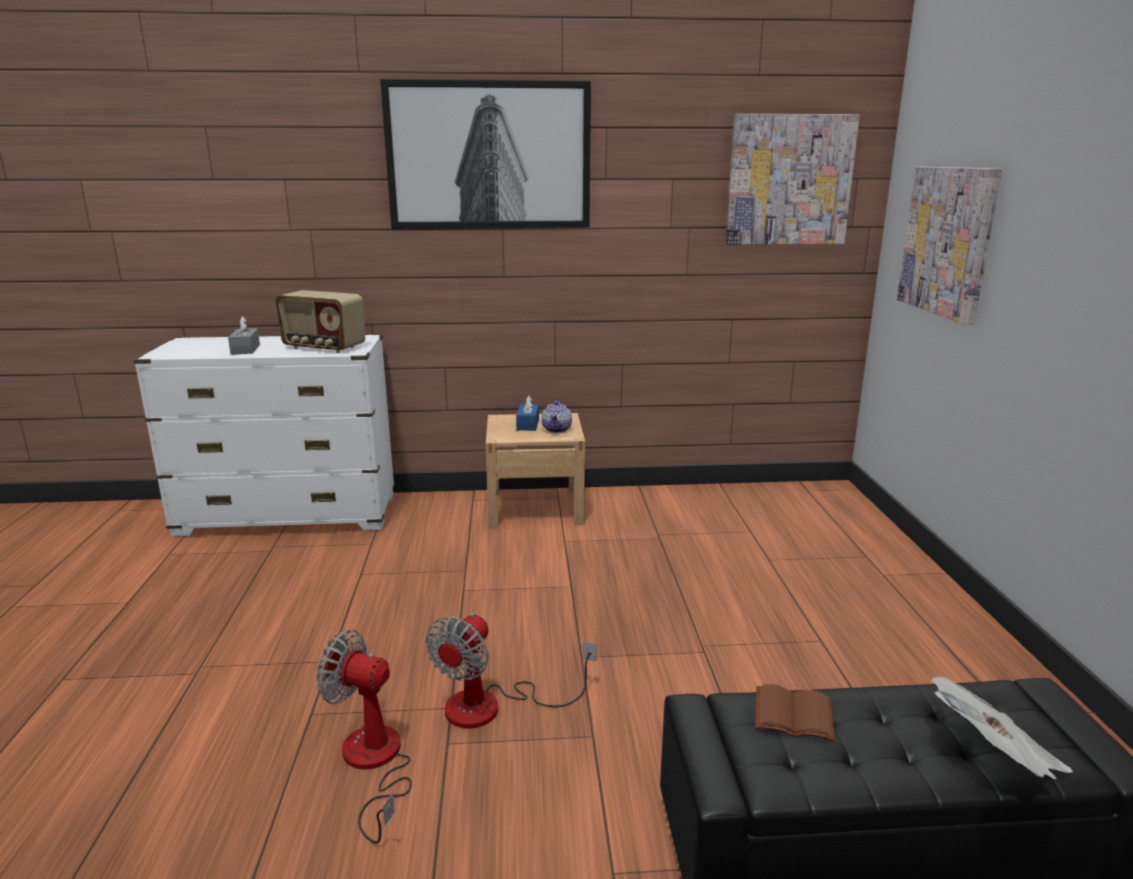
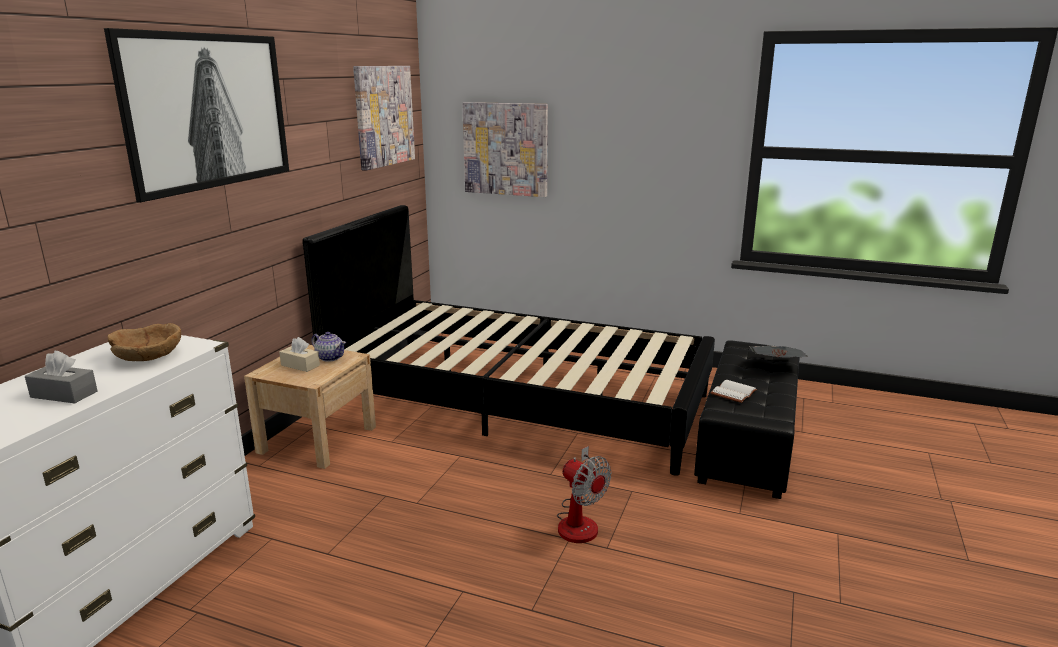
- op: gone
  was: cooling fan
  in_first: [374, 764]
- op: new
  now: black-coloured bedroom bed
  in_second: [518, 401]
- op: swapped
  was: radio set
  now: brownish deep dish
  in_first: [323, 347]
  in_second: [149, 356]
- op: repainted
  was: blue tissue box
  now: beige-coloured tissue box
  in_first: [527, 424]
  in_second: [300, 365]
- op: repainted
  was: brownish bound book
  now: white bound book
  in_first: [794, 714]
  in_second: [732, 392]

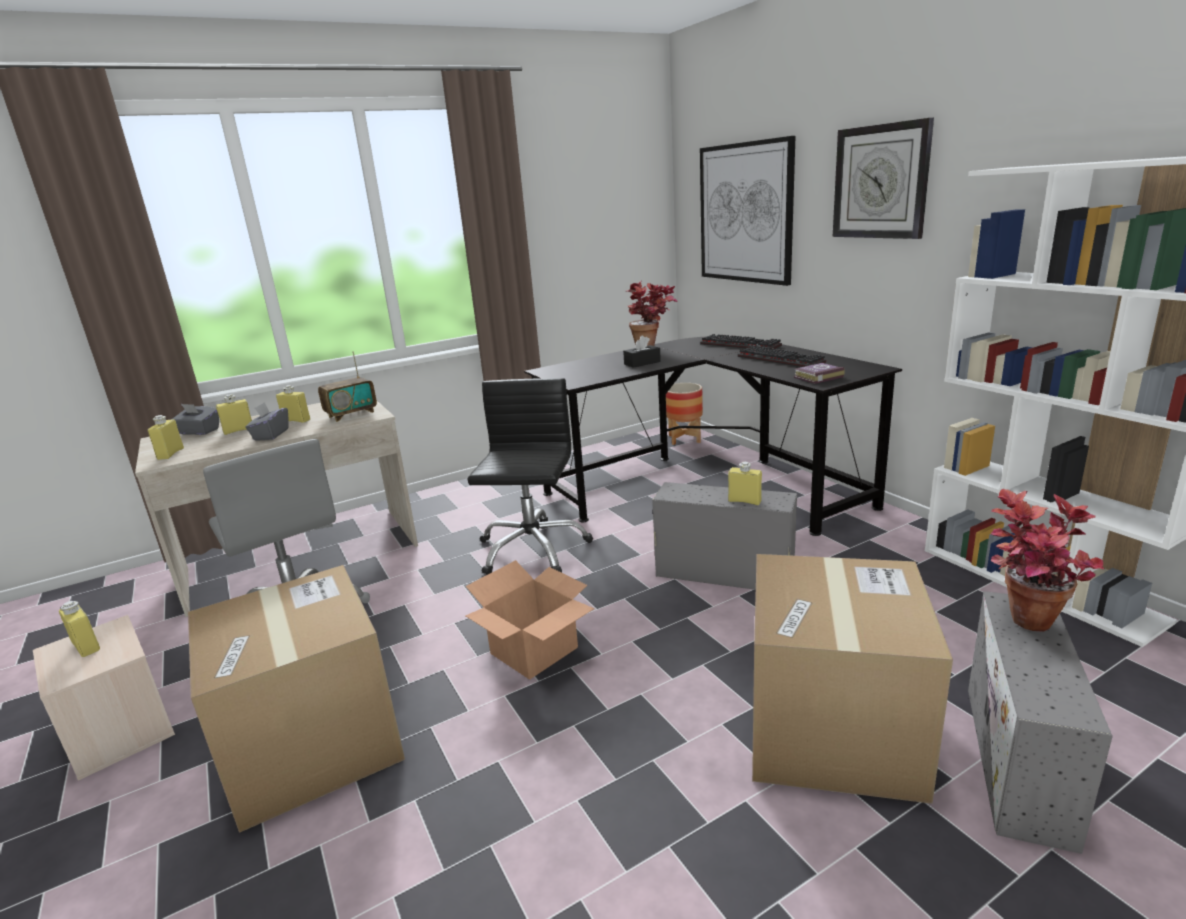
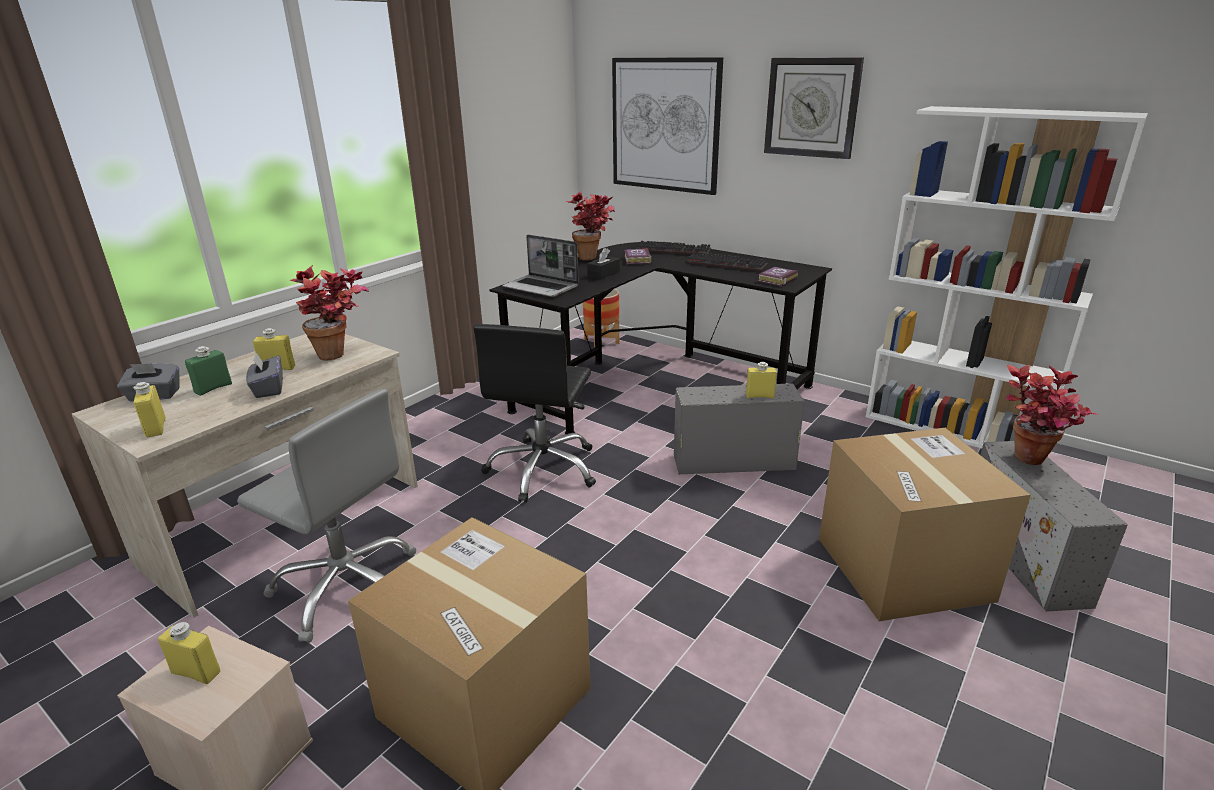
- op: gone
  was: packing box
  in_first: [534, 650]
- op: new
  now: notebook computer
  in_second: [542, 287]
- op: new
  now: bound book
  in_second: [636, 260]
- op: swapped
  was: radio set
  now: potted plant
  in_first: [351, 414]
  in_second: [341, 354]
- op: repainted
  was: yellow drink bottle
  now: green-coloured drink bottle
  in_first: [239, 430]
  in_second: [213, 388]
- op: rotated
  was: black-coloured desk chair
  in_first: [532, 549]
  in_second: [543, 469]
  clockwise: -150

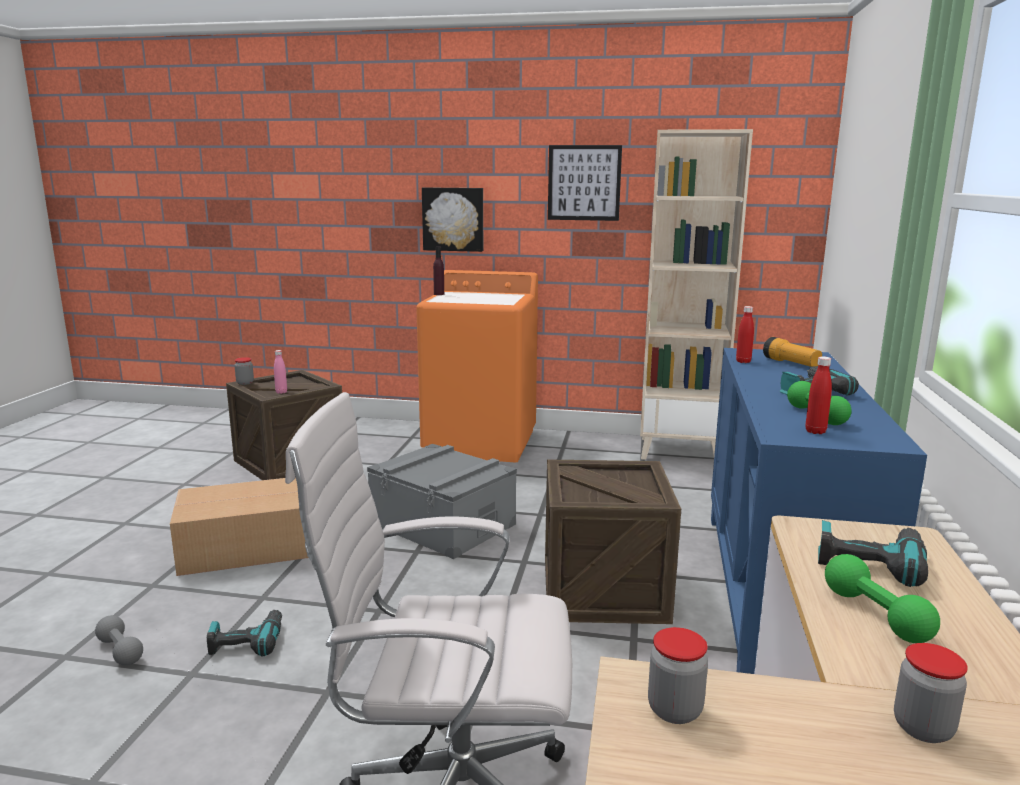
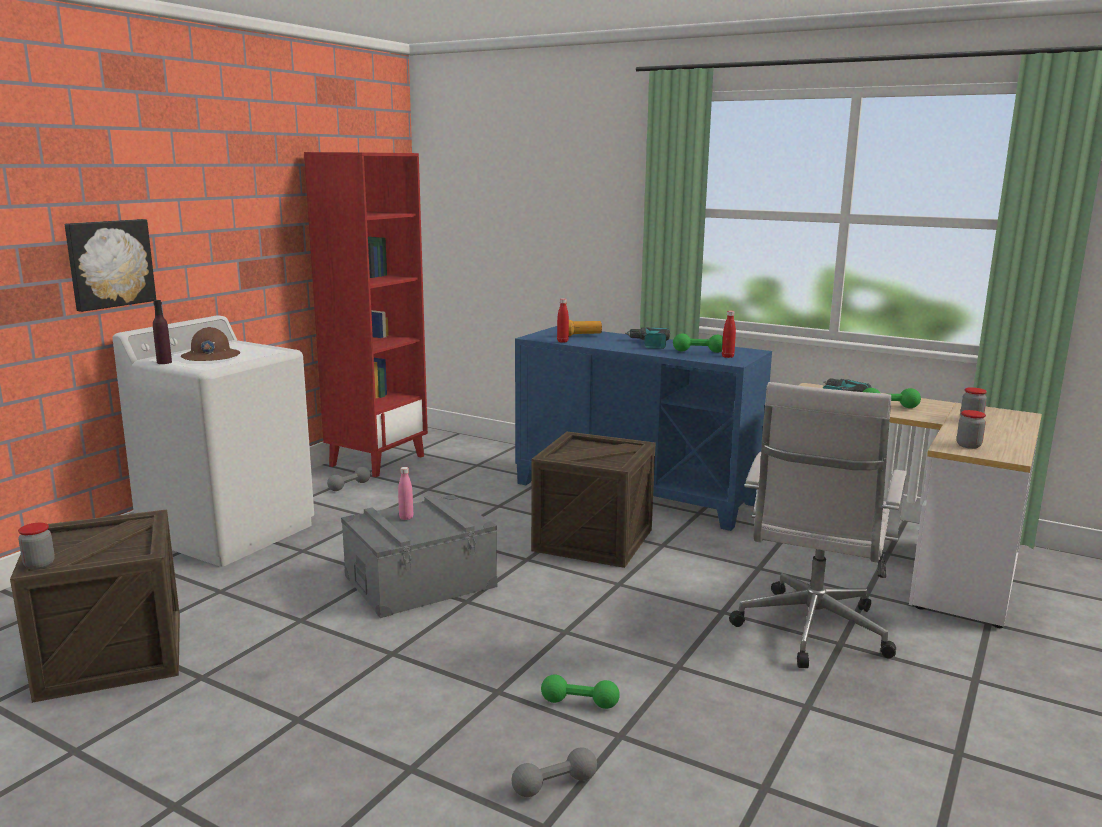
- op: gone
  was: packing box
  in_first: [250, 547]
- op: gone
  was: wall art
  in_first: [584, 183]
- op: new
  now: brownish safety helmet
  in_second: [210, 357]
- op: new
  now: greyish free weight
  in_second: [349, 486]
- op: shifted
  was: pink-coloured drink bottle
  in_first: [281, 392]
  in_second: [406, 518]
- op: swapped
  was: electric drill
  now: green-coloured free weight
  in_first: [247, 641]
  in_second: [579, 703]
- op: repainted
  was: orange washing machine
  now: white washing machine
  in_first: [481, 442]
  in_second: [229, 531]
- op: repainted
  was: beige-coloured shelving unit
  now: red-coloured shelving unit
  in_first: [680, 450]
  in_second: [377, 460]

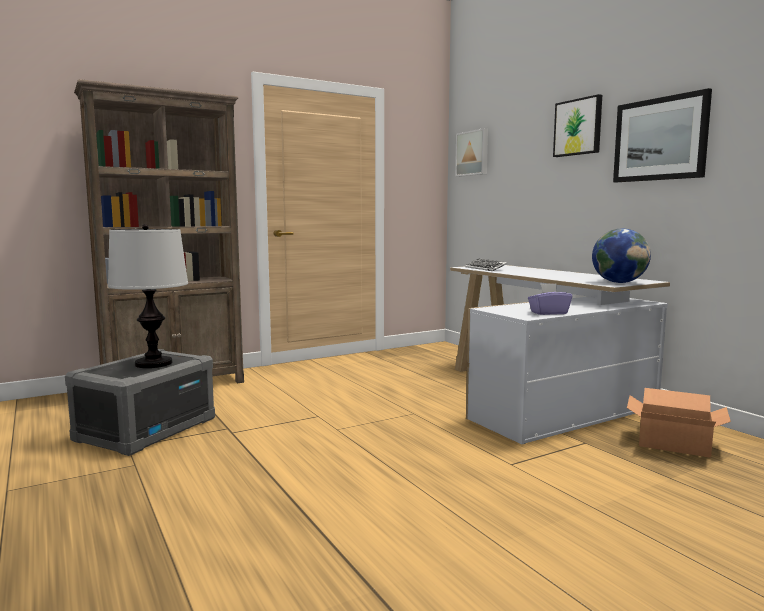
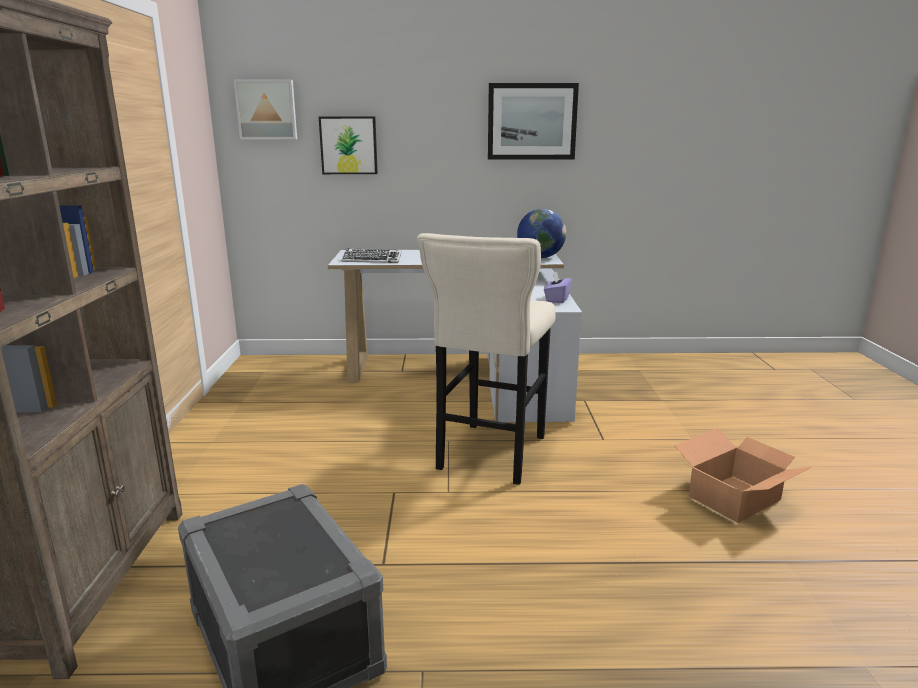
- op: gone
  was: lamp for a table
  in_first: [153, 363]
- op: new
  now: beige-coloured stool seat
  in_second: [490, 456]
- op: shifted
  was: wall art
  in_first: [578, 127]
  in_second: [349, 145]
- op: shifted
  was: packing box
  in_first: [674, 443]
  in_second: [735, 498]

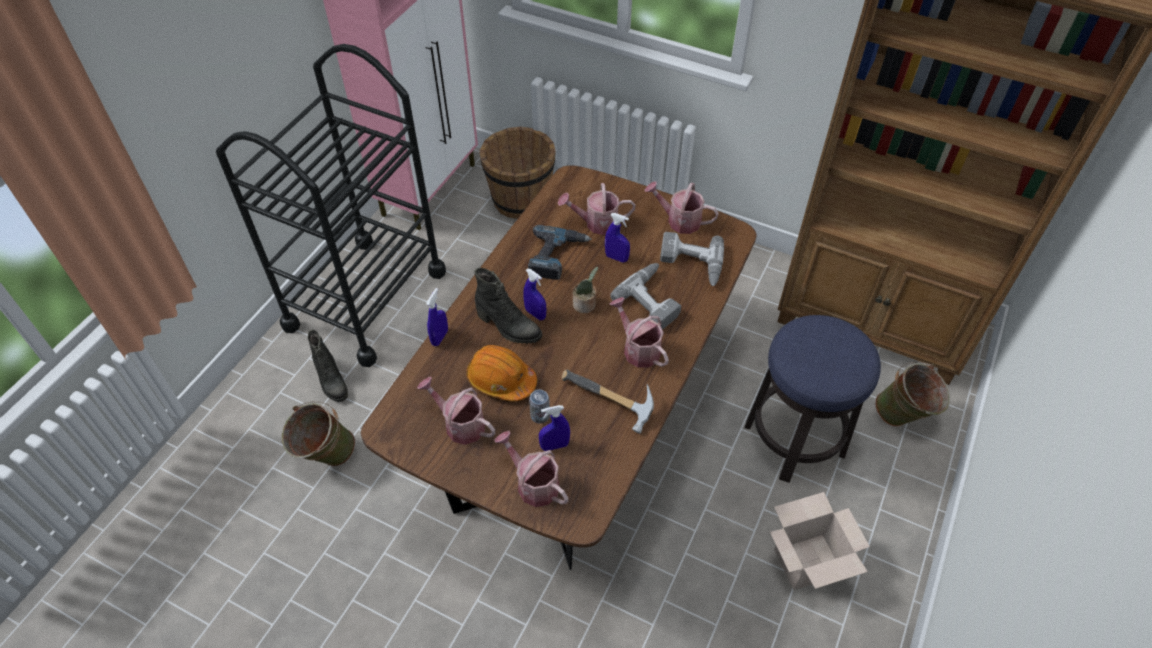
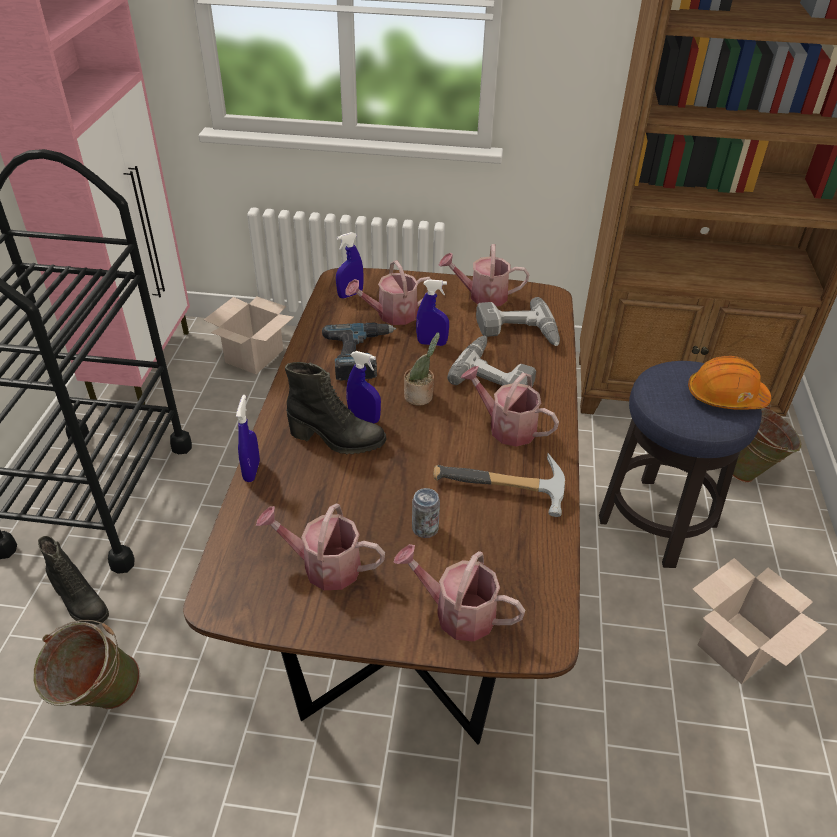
- op: shifted
  was: orange safety helmet
  in_first: [501, 380]
  in_second: [725, 397]
- op: shifted
  was: blue hand sprayer
  in_first: [554, 446]
  in_second: [350, 294]
- op: swapped
  was: brownish pail
  now: packing box
  in_first: [520, 199]
  in_second: [254, 355]

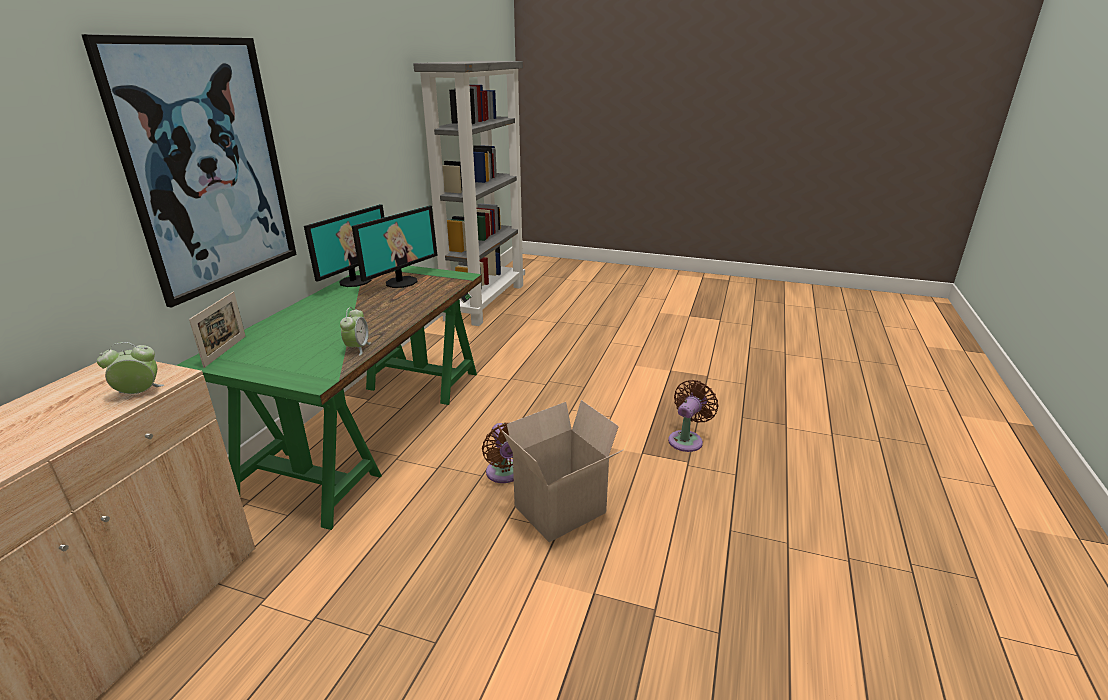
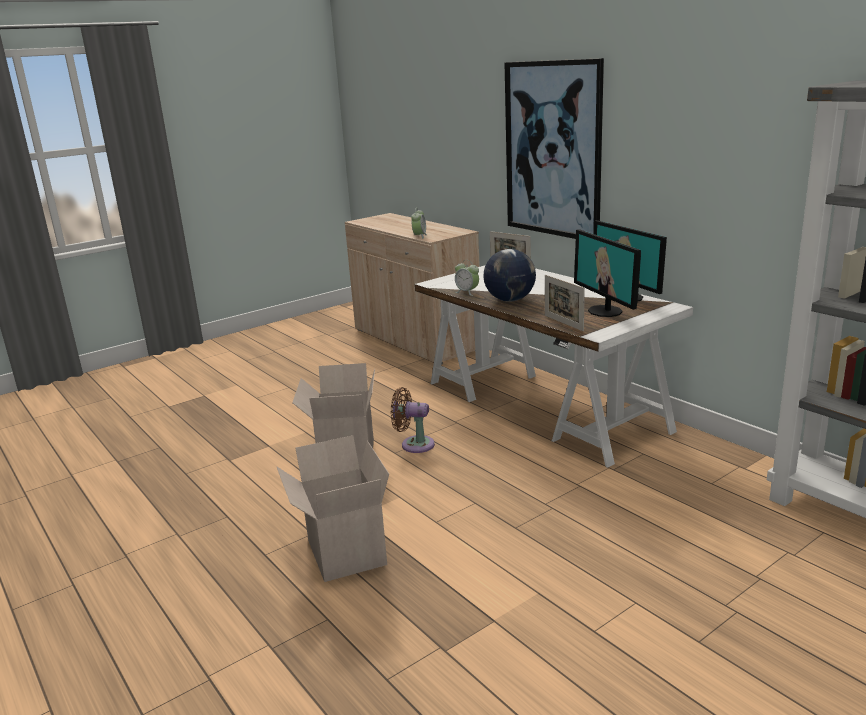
- op: new
  now: desk globe
  in_second: [510, 300]
- op: new
  now: picture frame
  in_second: [563, 323]
- op: swapped
  was: brownish cooling fan
  now: packing box
  in_first: [687, 439]
  in_second: [343, 552]
- op: repainted
  was: green-coloured desk table
  now: white desk table
  in_first: [372, 427]
  in_second: [544, 405]

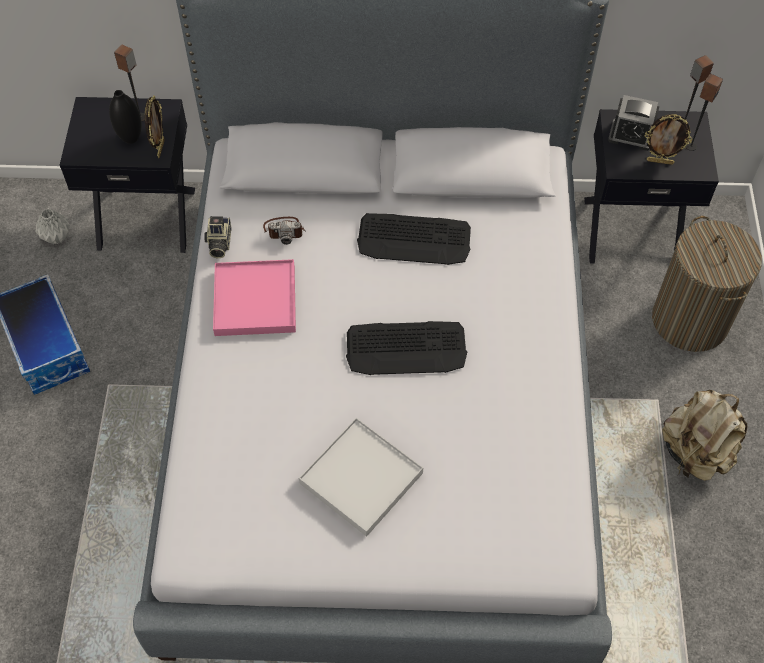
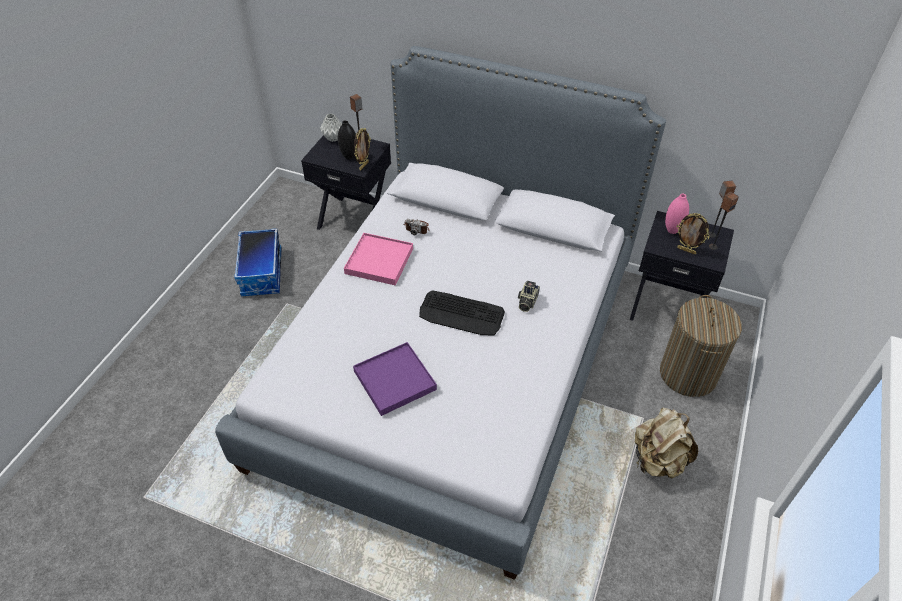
- op: gone
  was: PC keyboard
  in_first: [414, 239]
- op: shifted
  was: greyish vase
  in_first: [56, 237]
  in_second: [333, 138]
- op: shifted
  was: still camera
  in_first: [219, 243]
  in_second: [526, 302]
- op: swapped
  was: bedside clock
  now: pink-coloured vase
  in_first: [630, 135]
  in_second: [672, 230]
- op: repainted
  was: white serving tray
  now: purple serving tray
  in_first: [361, 478]
  in_second: [395, 380]

